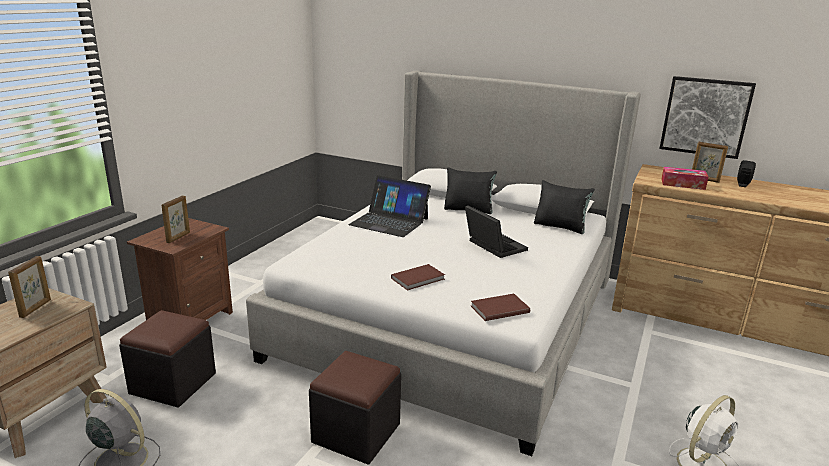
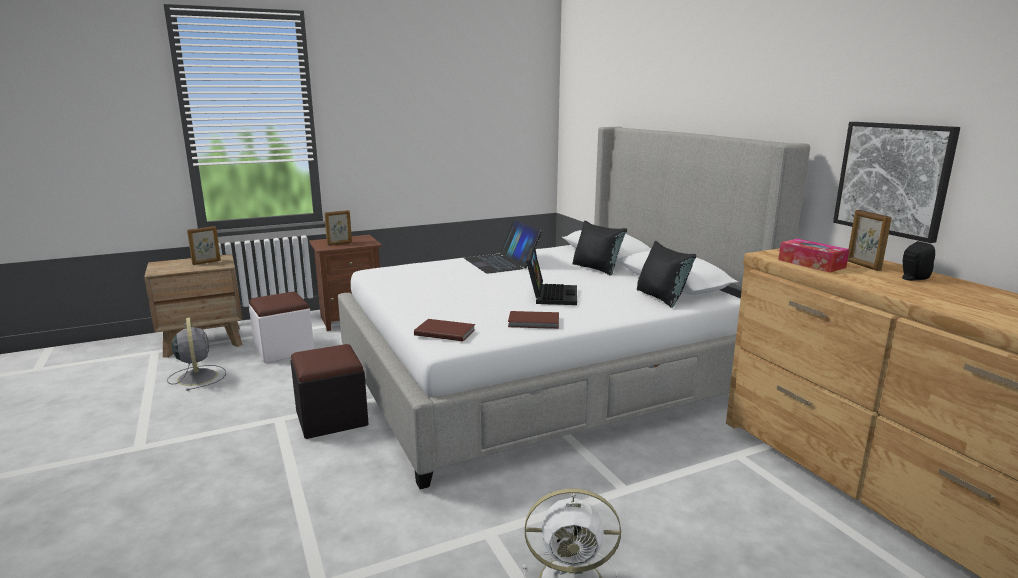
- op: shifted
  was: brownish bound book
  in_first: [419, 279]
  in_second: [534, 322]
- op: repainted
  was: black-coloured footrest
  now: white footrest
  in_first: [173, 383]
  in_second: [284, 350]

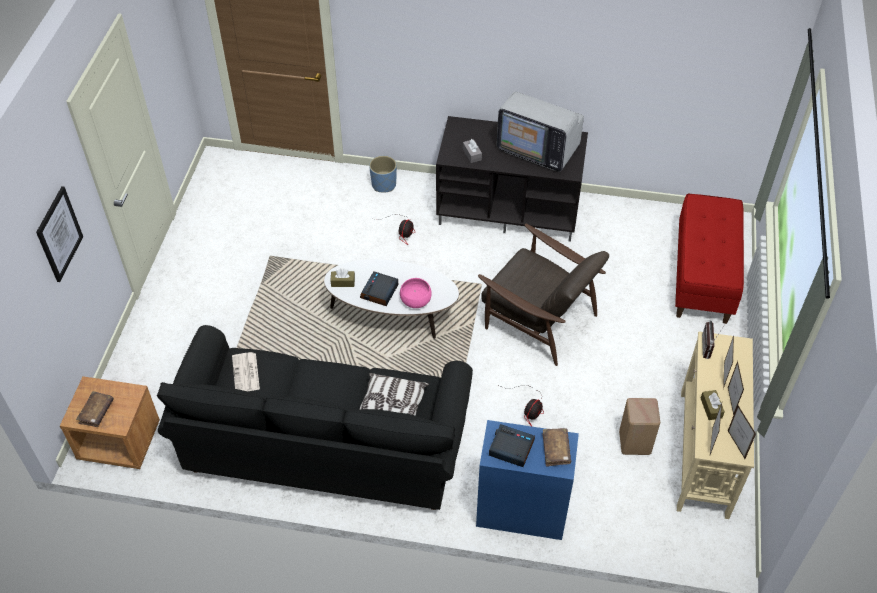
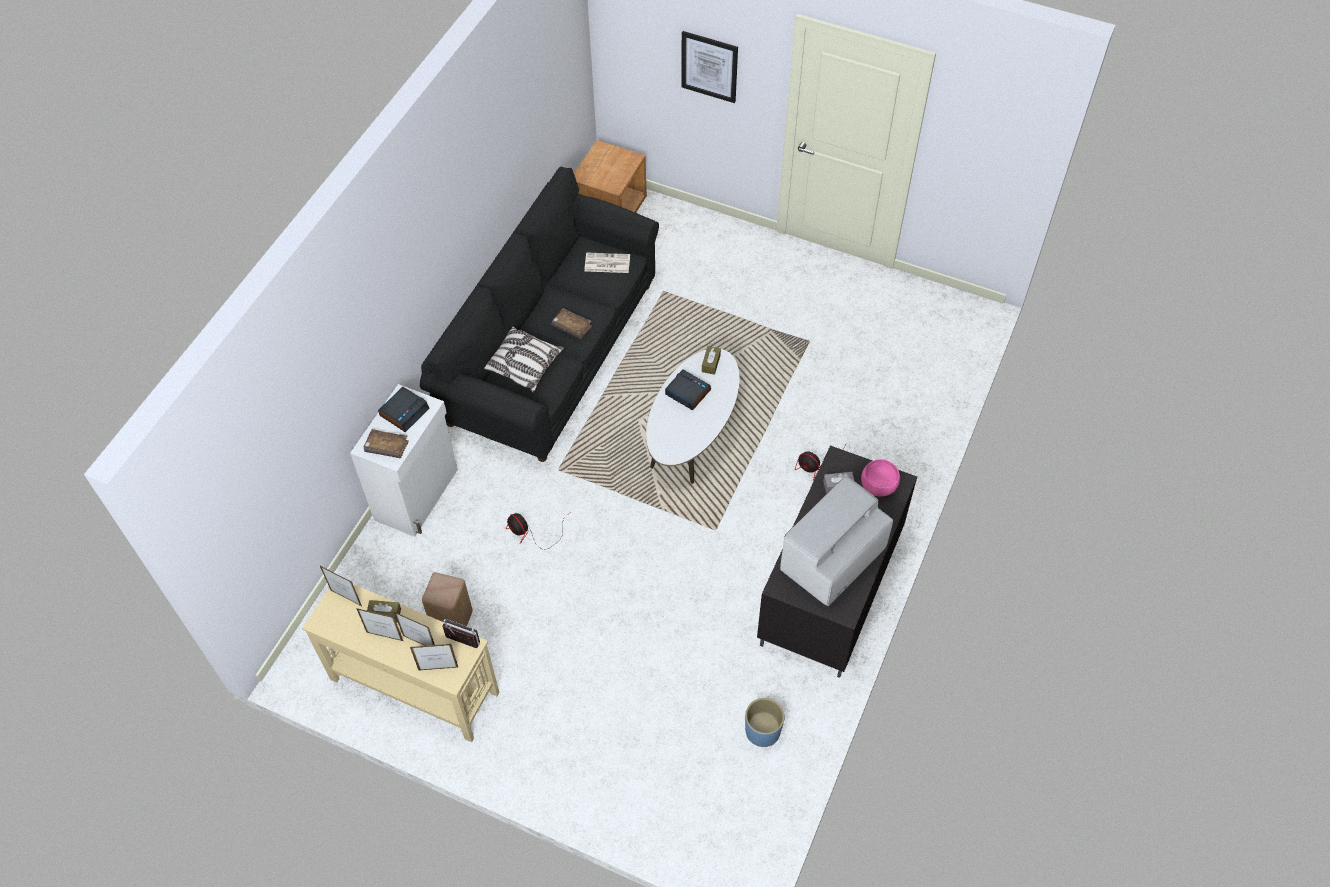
- op: gone
  was: brownish lounge chair
  in_first: [538, 319]
- op: gone
  was: red-coloured long seat
  in_first: [703, 277]
- op: shifted
  was: brownish bound book
  in_first: [96, 412]
  in_second: [571, 327]
- op: shifted
  was: blue plant pot
  in_first: [383, 184]
  in_second: [763, 731]
- op: shifted
  was: pink-coloured deep dish
  in_first: [416, 301]
  in_second: [878, 486]
- op: shifted
  was: picture frame
  in_first: [736, 445]
  in_second: [438, 668]
- op: repainted
  was: blue storage cabinet
  now: white storage cabinet
  in_first: [521, 511]
  in_second: [418, 494]

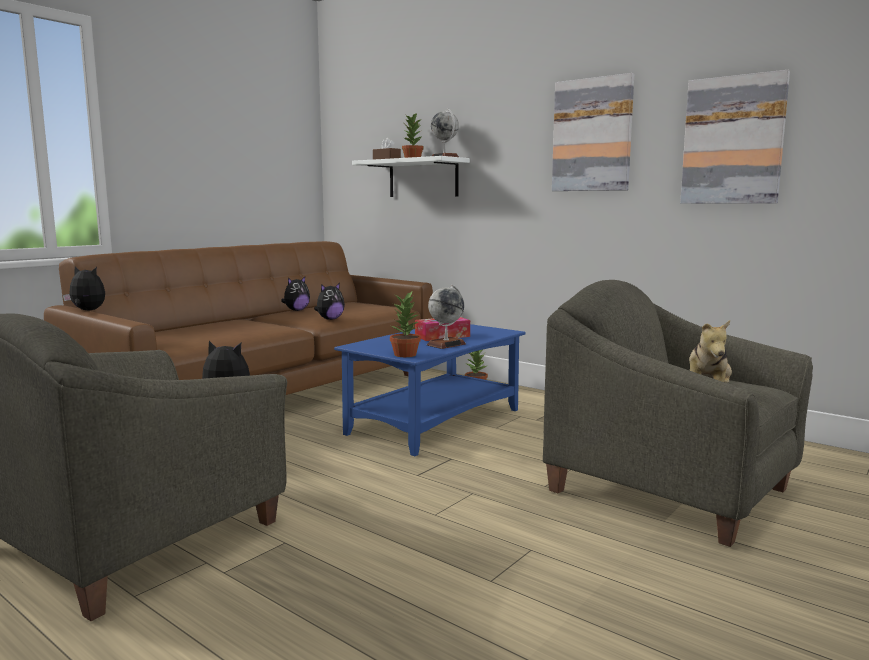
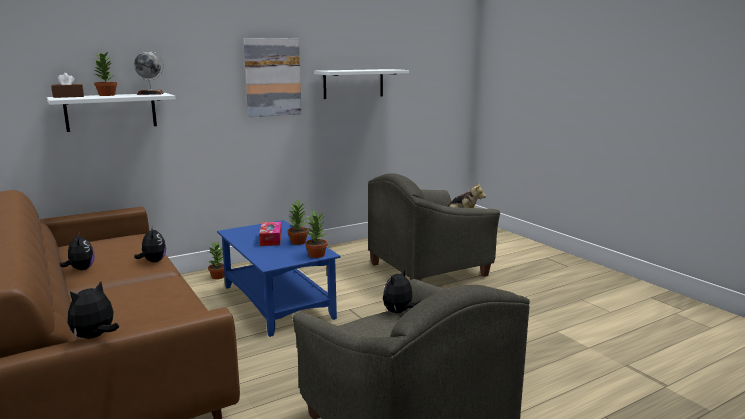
- op: swapped
  was: desk globe
  now: potted plant
  in_first: [446, 344]
  in_second: [298, 242]
- op: swapped
  was: wall art
  now: white shelf
  in_first: [733, 141]
  in_second: [353, 83]

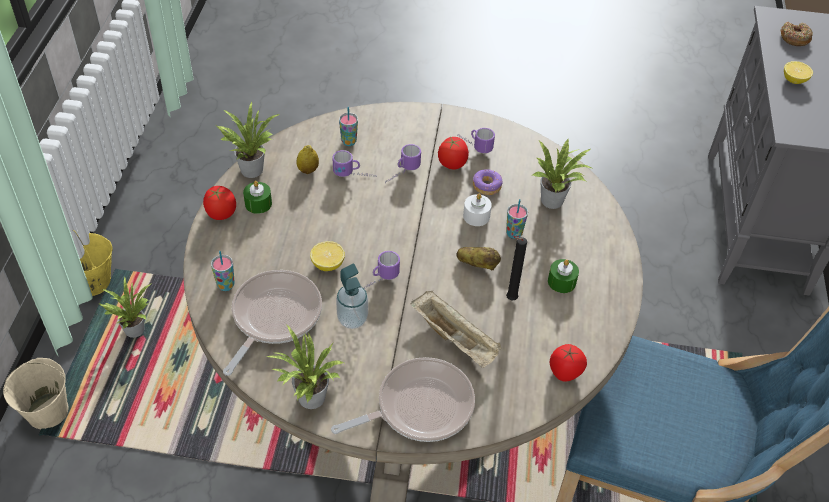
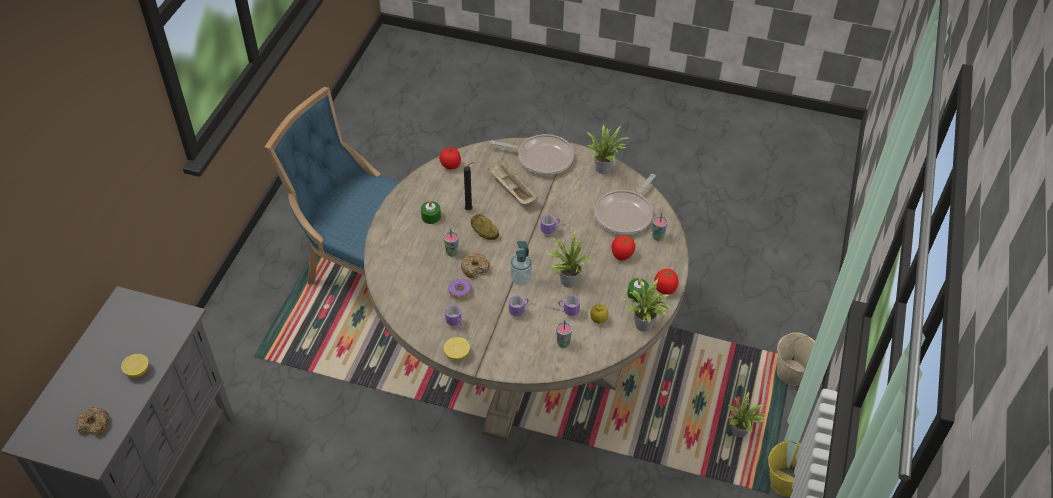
- op: shifted
  was: whole lemon
  in_first: [328, 264]
  in_second: [457, 354]
- op: shifted
  was: soap dispenser
  in_first: [352, 319]
  in_second: [521, 279]
- op: shifted
  was: fresh tomato
  in_first: [452, 164]
  in_second: [622, 255]
- op: shifted
  was: potted plant
  in_first: [555, 200]
  in_second: [566, 280]
- op: swapped
  was: white wax candle
  now: doughnut
  in_first: [476, 216]
  in_second: [475, 268]
- op: rotated
  was: skillet
  in_first: [419, 407]
  in_second: [541, 158]
  clockwise: -150

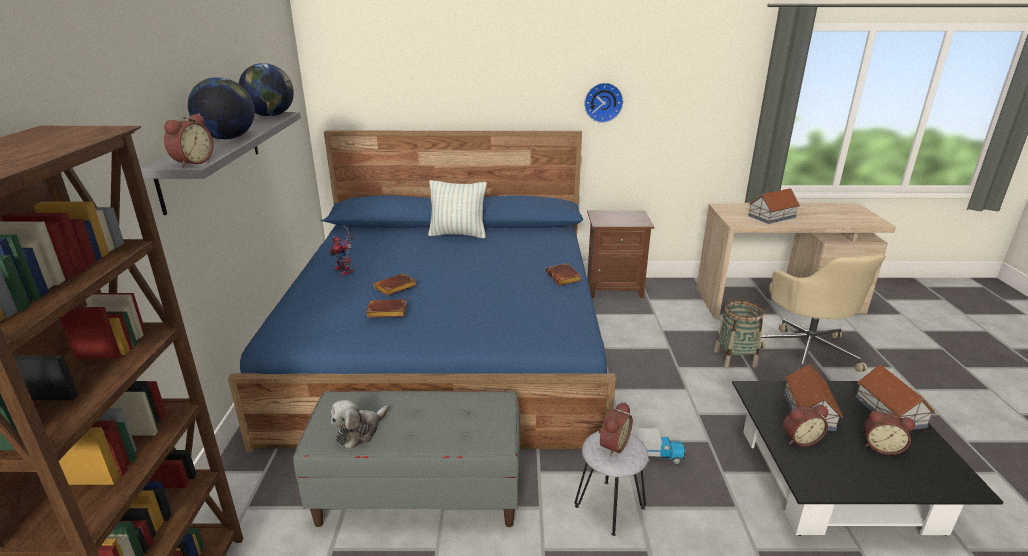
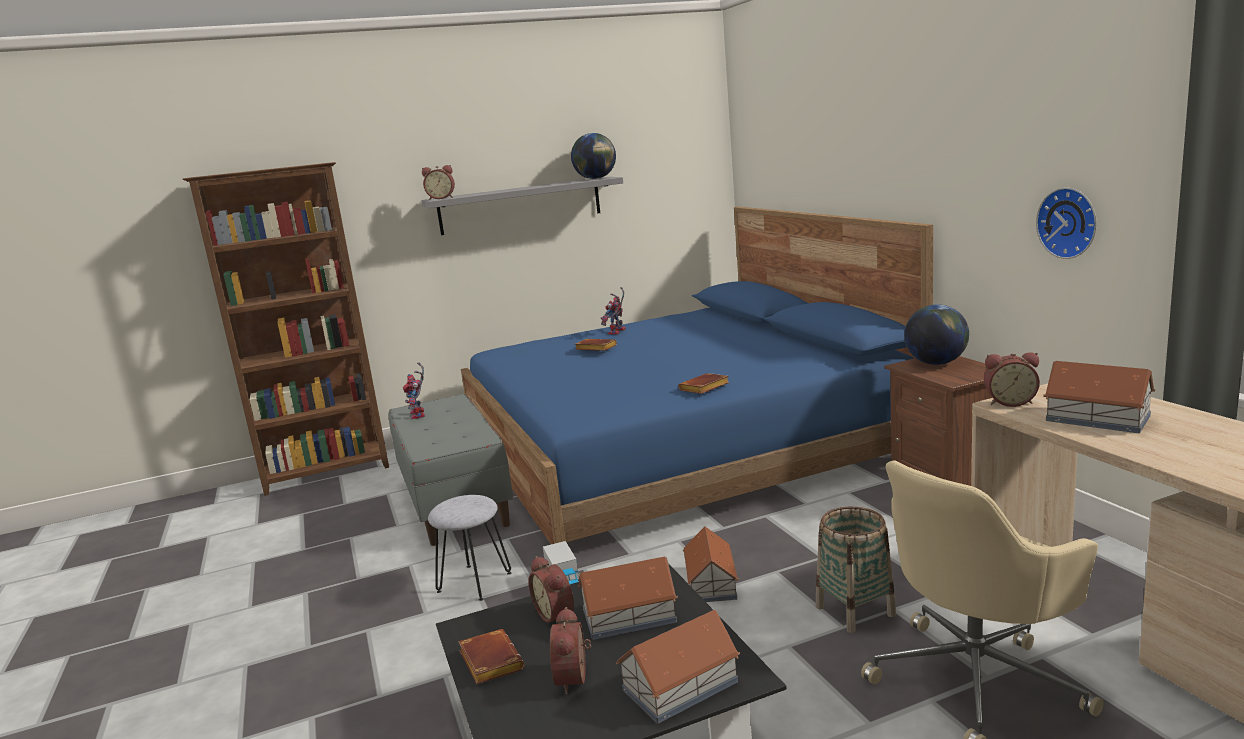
- op: gone
  was: throw pillow
  in_first: [458, 234]
- op: new
  now: model house
  in_second: [710, 583]
- op: shifted
  was: desk globe
  in_first: [227, 138]
  in_second: [936, 363]
- op: shifted
  was: brownish bound book
  in_first: [385, 312]
  in_second: [488, 662]
- op: shifted
  was: clock on the wall
  in_first: [603, 102]
  in_second: [1069, 222]
- op: shifted
  was: bedside clock
  in_first: [612, 445]
  in_second: [1009, 402]
- op: swapped
  was: plush toy
  now: model robot
  in_first: [360, 431]
  in_second: [419, 415]

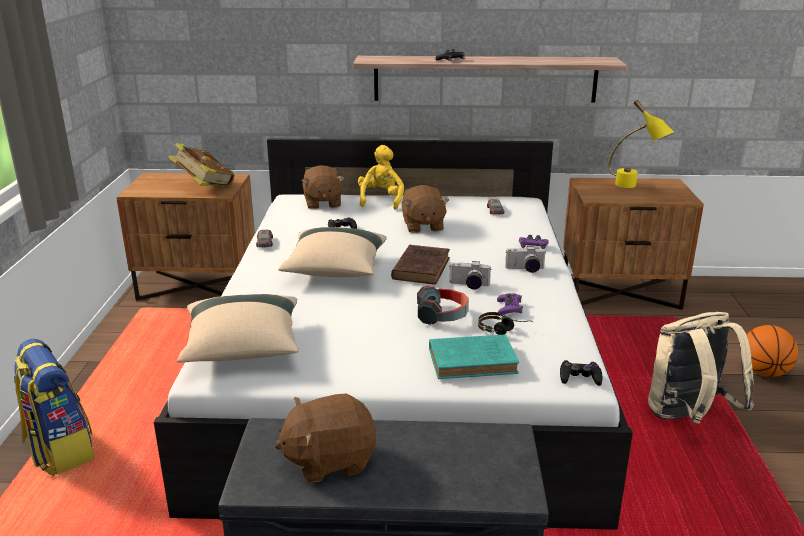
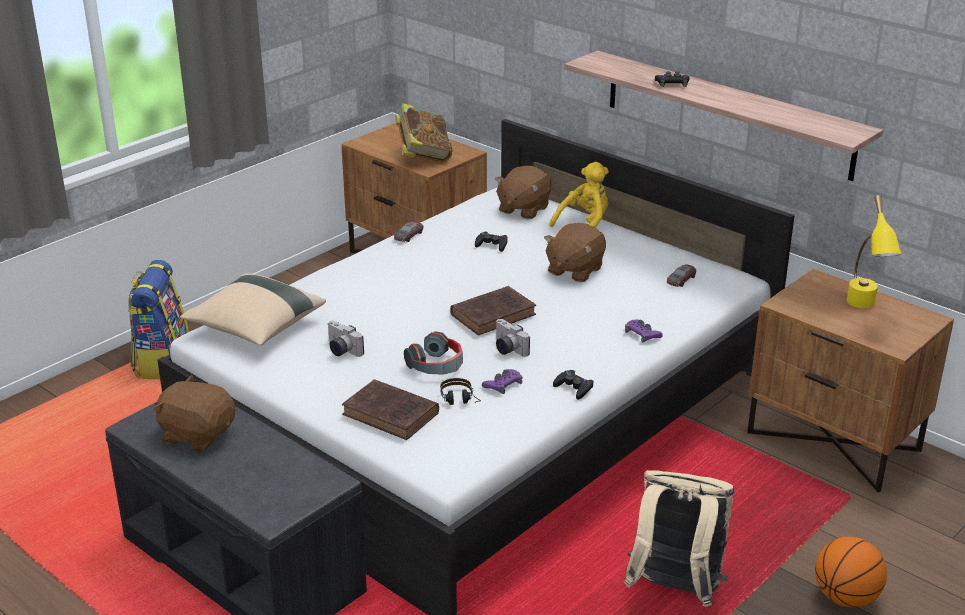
- op: gone
  was: beige-coloured throw pillow
  in_first: [335, 270]
- op: shifted
  was: still camera
  in_first: [525, 269]
  in_second: [341, 350]
- op: shifted
  was: black-coloured gamepad
  in_first: [579, 377]
  in_second: [574, 388]
- op: repainted
  was: turquoise bound book
  now: brownish bound book
  in_first: [475, 361]
  in_second: [392, 415]

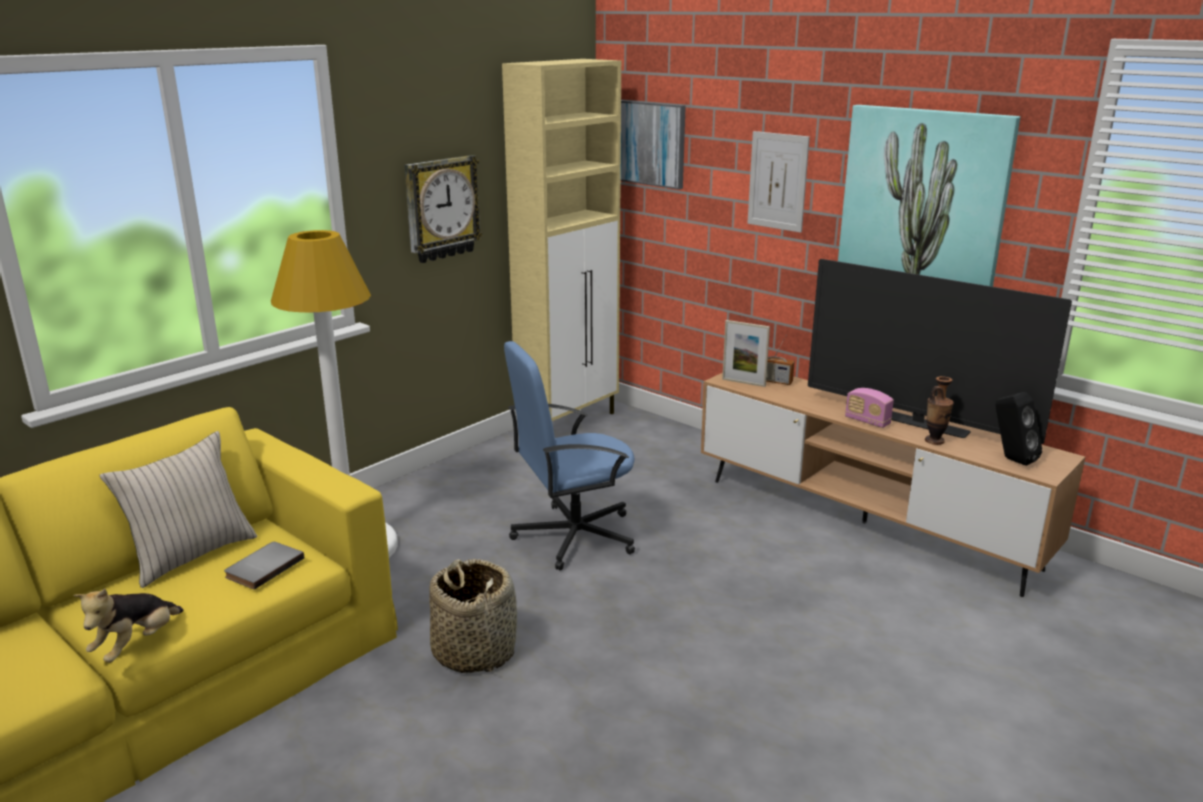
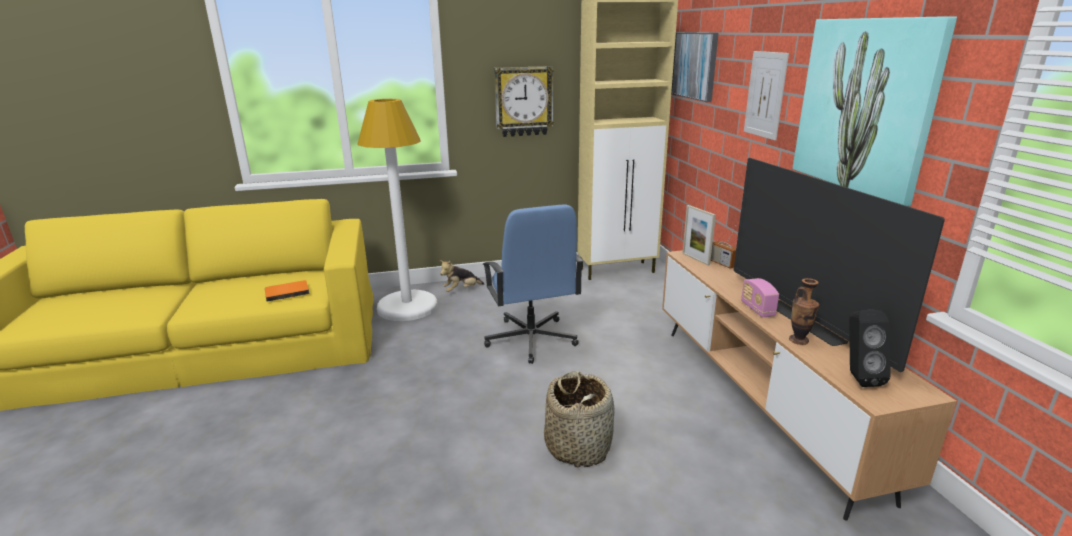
- op: gone
  was: beige-coloured throw pillow
  in_first: [191, 555]
- op: shifted
  was: plush toy
  in_first: [136, 645]
  in_second: [461, 290]
- op: shifted
  was: household basket
  in_first: [474, 651]
  in_second: [578, 446]
- op: repainted
  was: greyish bound book
  now: orange bound book
  in_first: [263, 567]
  in_second: [287, 292]
- op: rotated
  was: blue desk chair
  in_first: [573, 536]
  in_second: [531, 340]
  clockwise: -120

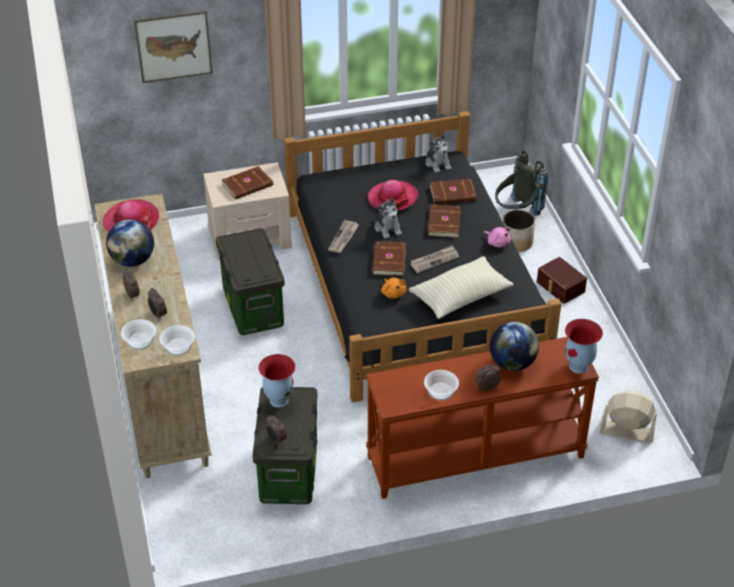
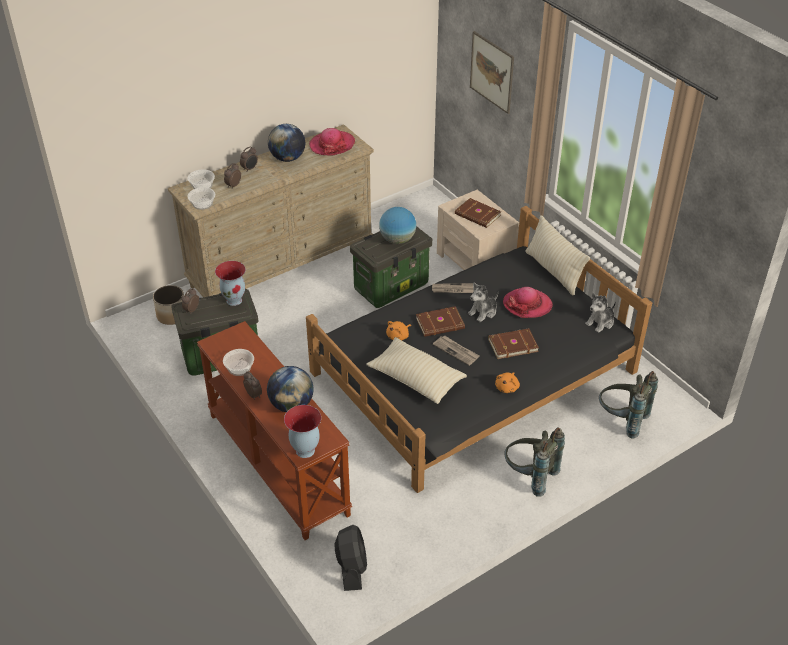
- op: gone
  was: brownish bound book
  in_first: [453, 194]
- op: new
  now: desk globe
  in_second: [397, 240]
- op: new
  now: beige-coloured throw pillow
  in_second: [553, 271]
- op: shifted
  was: plant pot
  in_first: [516, 242]
  in_second: [171, 316]
- op: swapped
  was: brownish storage box
  now: greyish rucksack
  in_first: [559, 287]
  in_second: [529, 476]
- op: repainted
  was: pink-coloured plush toy
  now: orange plush toy
  in_first: [497, 242]
  in_second: [507, 387]
- op: repainted
  was: beige-coloured cooling fan
  now: black-coloured cooling fan
  in_first: [626, 431]
  in_second: [351, 567]

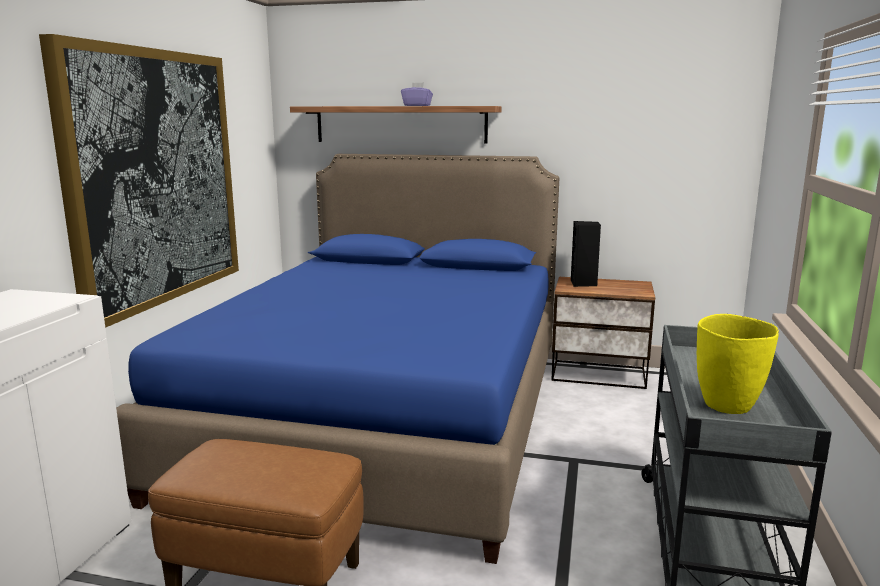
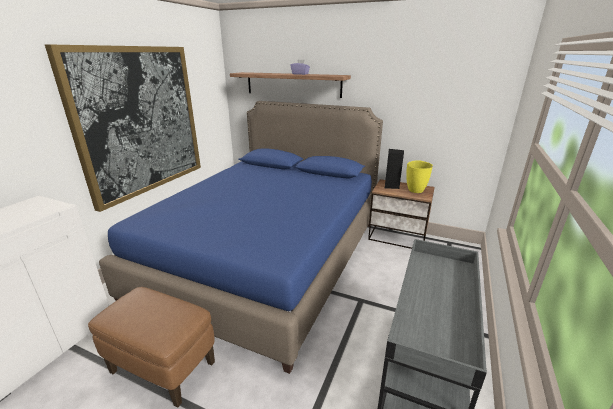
- op: shifted
  was: yellow vase
  in_first: [728, 406]
  in_second: [416, 190]

